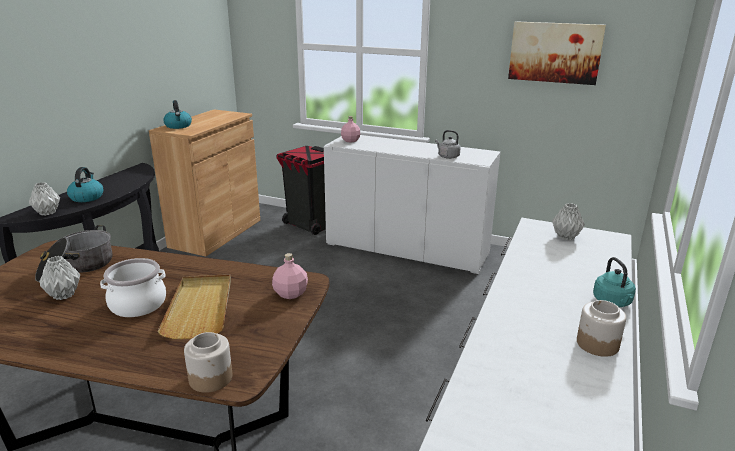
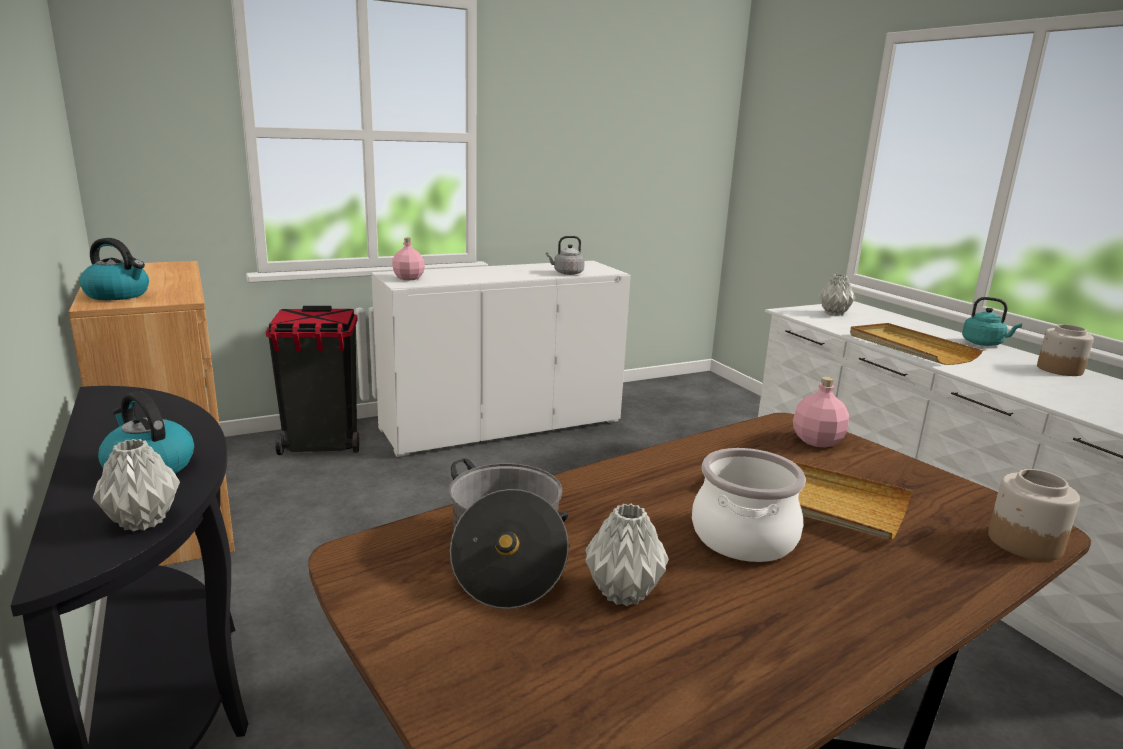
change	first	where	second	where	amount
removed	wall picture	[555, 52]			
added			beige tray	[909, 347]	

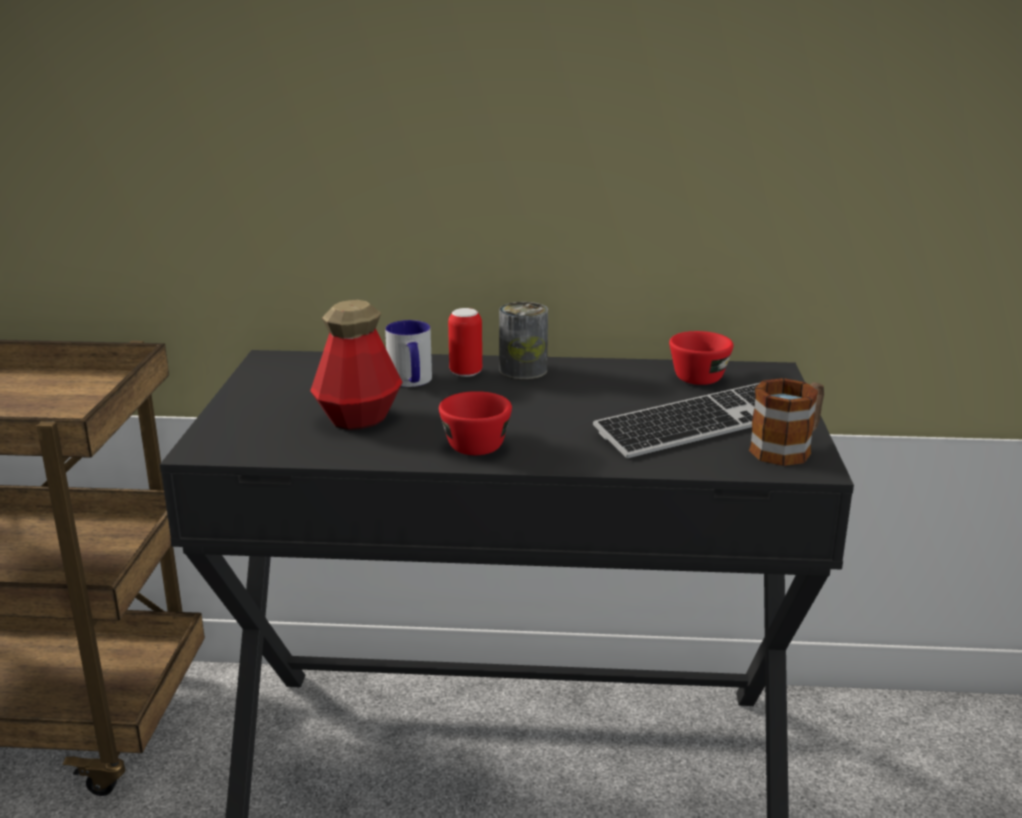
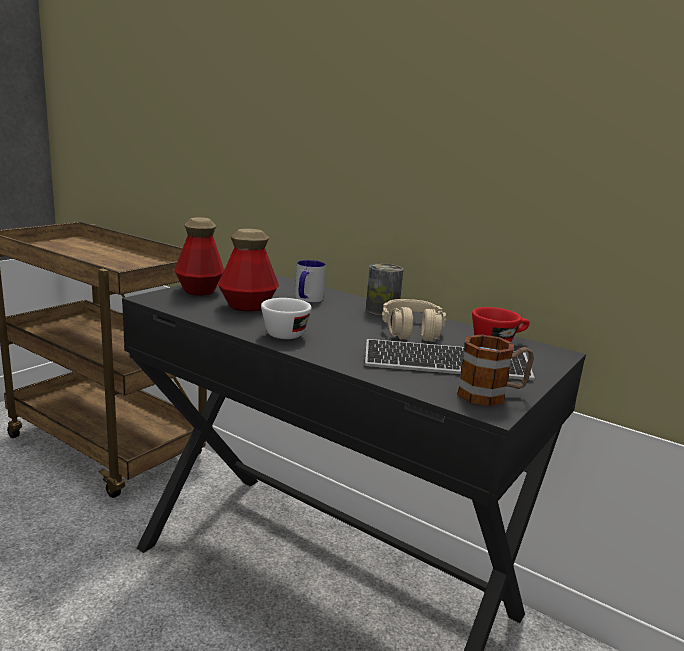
change	first	where	second	where	amount
removed	metal can	[465, 373]			
added			bottle	[199, 290]	
added			beige headset	[412, 331]	
recoloured	red-coloured drinking cup	[474, 442]	white-coloured drinking cup	[288, 333]	

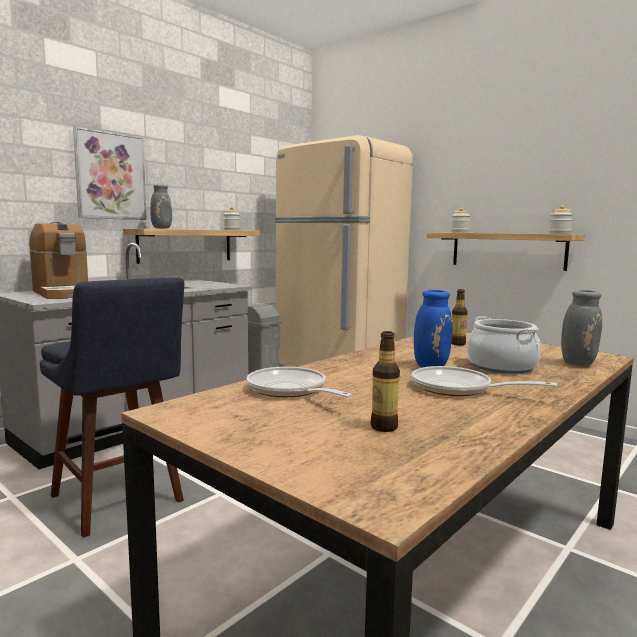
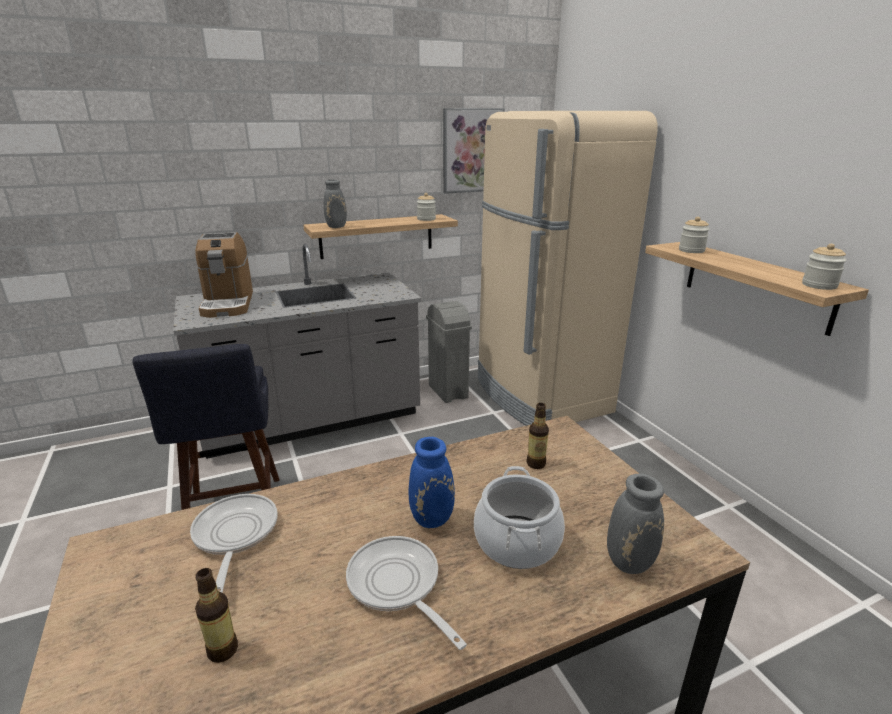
change	first	where	second	where	amount
moved	wall picture	[110, 176]		[472, 151]	

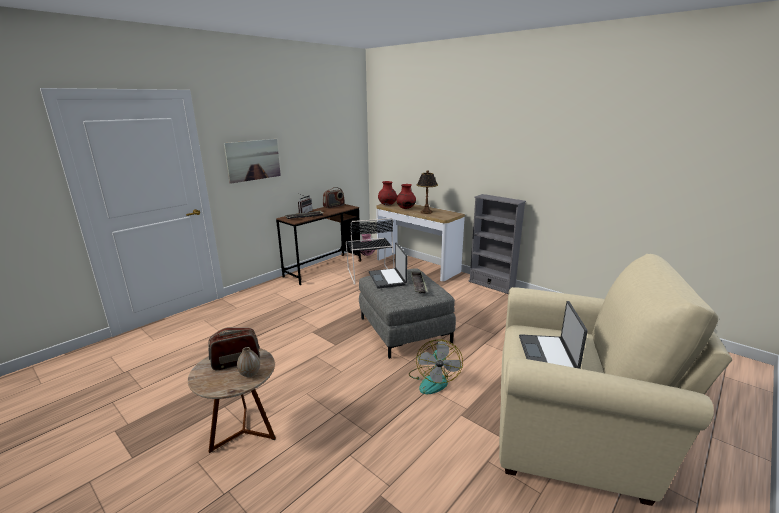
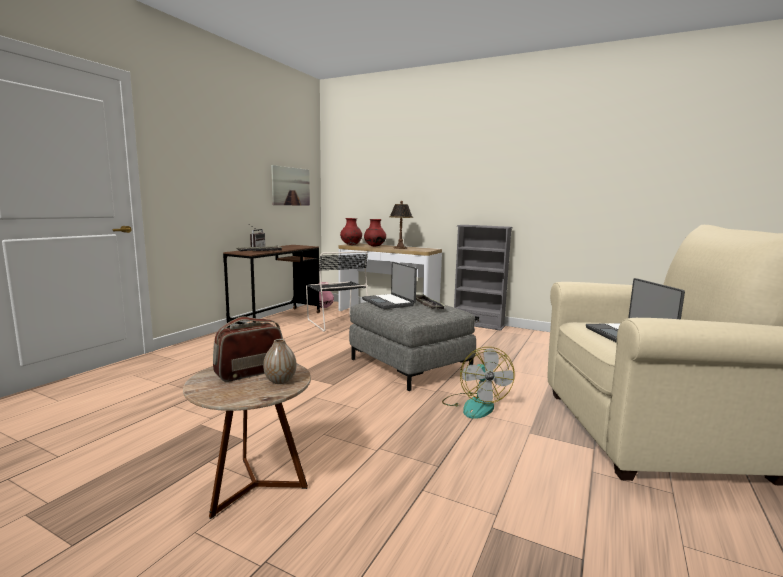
change	first	where	second	where	amount
removed	radio receiver	[334, 206]			
moved	wall picture	[253, 160]		[290, 186]	

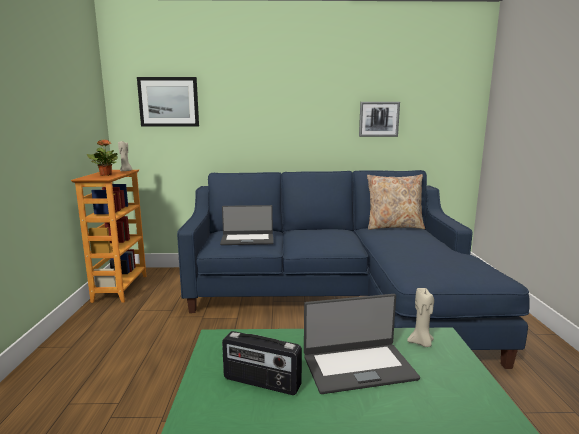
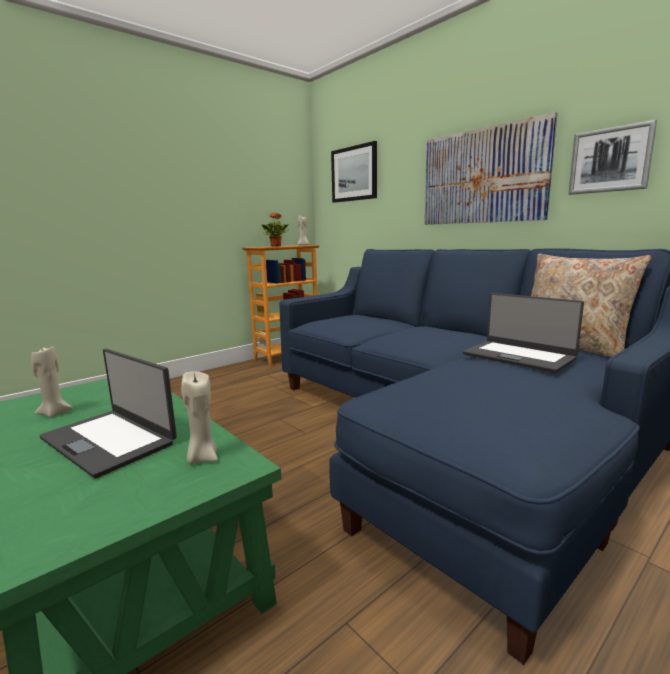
change	first	where	second	where	amount
added			wall picture	[482, 176]	
moved	portable computer	[247, 239]		[518, 356]	
replaced	radio receiver	[261, 383]	beige candle	[55, 413]	

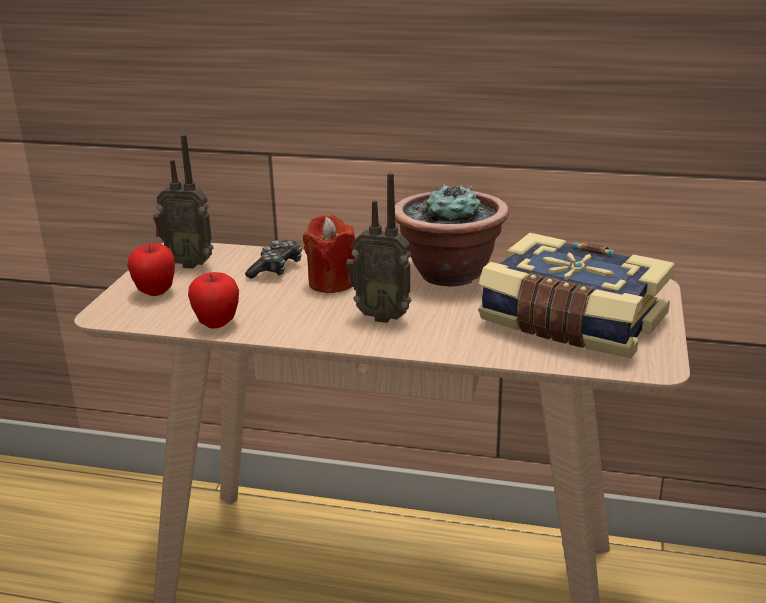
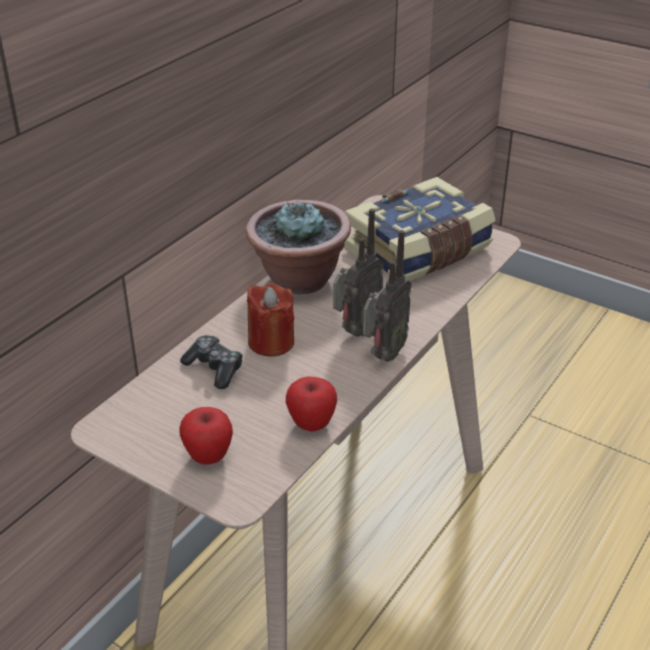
change	first	where	second	where	amount
moved	radio receiver	[189, 263]		[383, 355]	

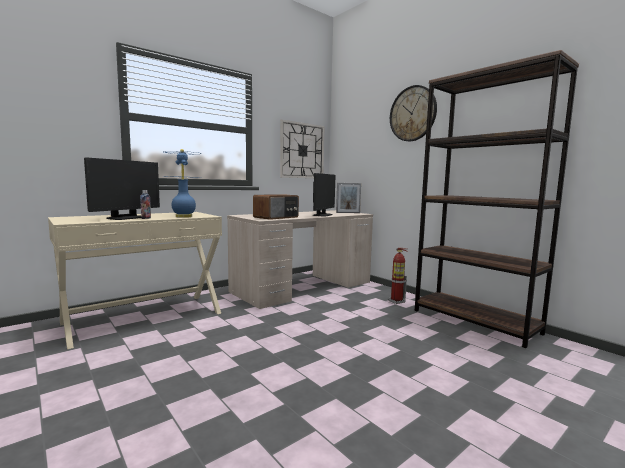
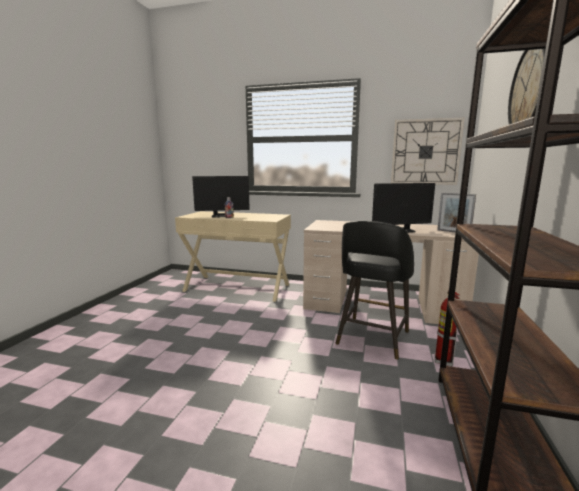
change	first	where	second	where	amount
removed	blue table lamp	[184, 216]			
removed	radio receiver	[276, 217]			
added			blackish stool	[372, 339]	

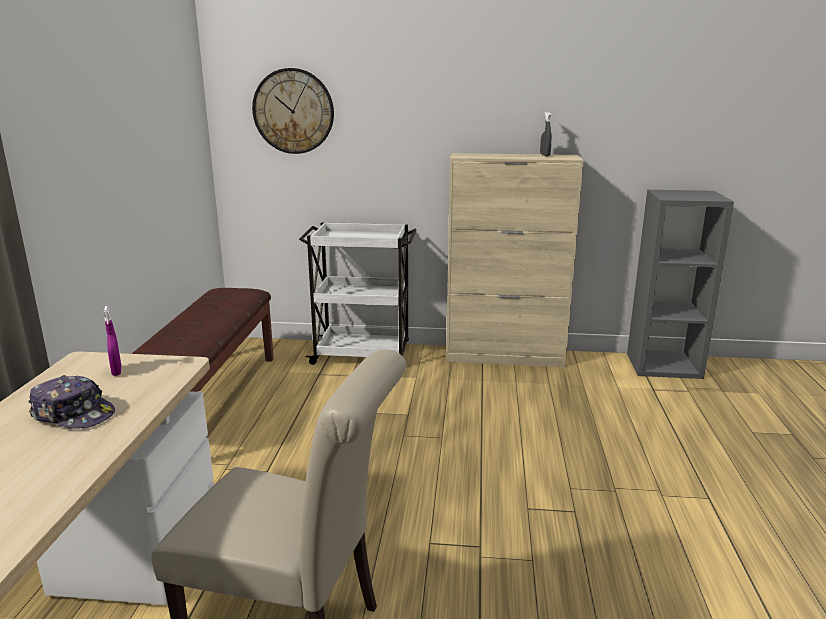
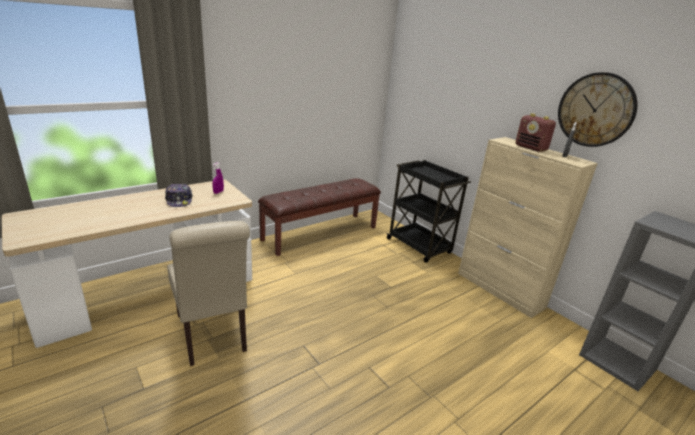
change	first	where	second	where	amount
added			radio receiver	[531, 148]	
moved	clock on the wall	[293, 111]		[595, 110]	
recoloured	white-coloured wheeled cart	[363, 354]	blackish wheeled cart	[419, 246]	

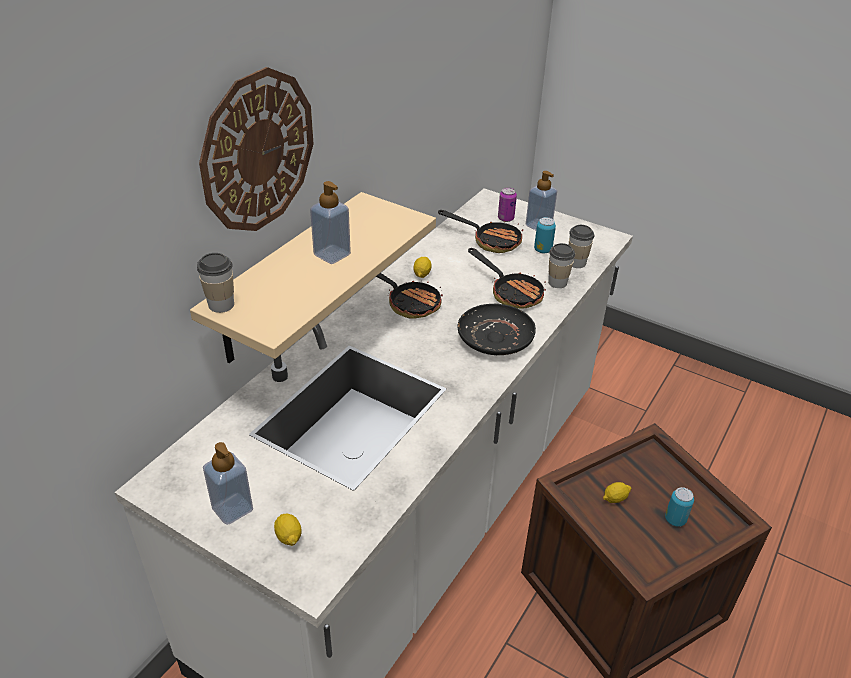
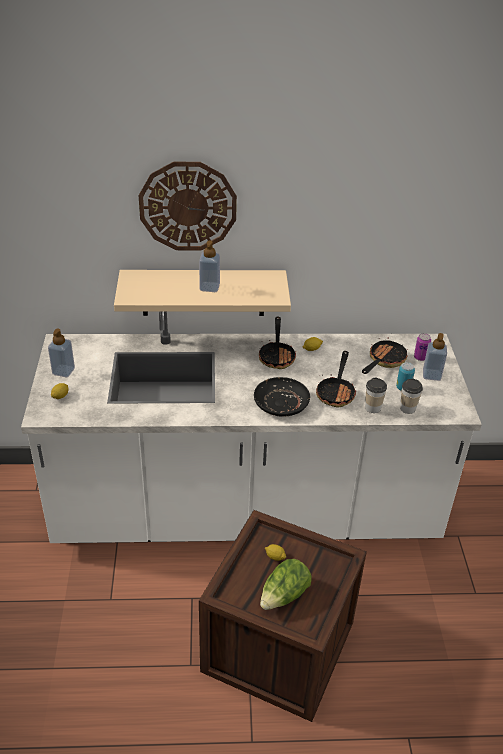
change	first	where	second	where	amount
removed	drinking cup	[221, 305]			
replaced	metal can	[675, 519]	lettuce	[284, 595]	
turned	frying pan	[490, 240]		[384, 361]	135 degrees counterclockwise

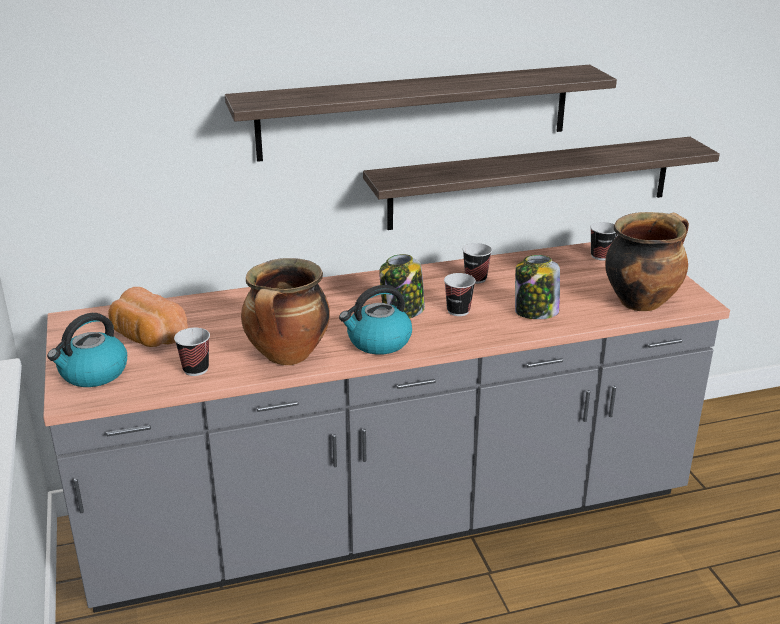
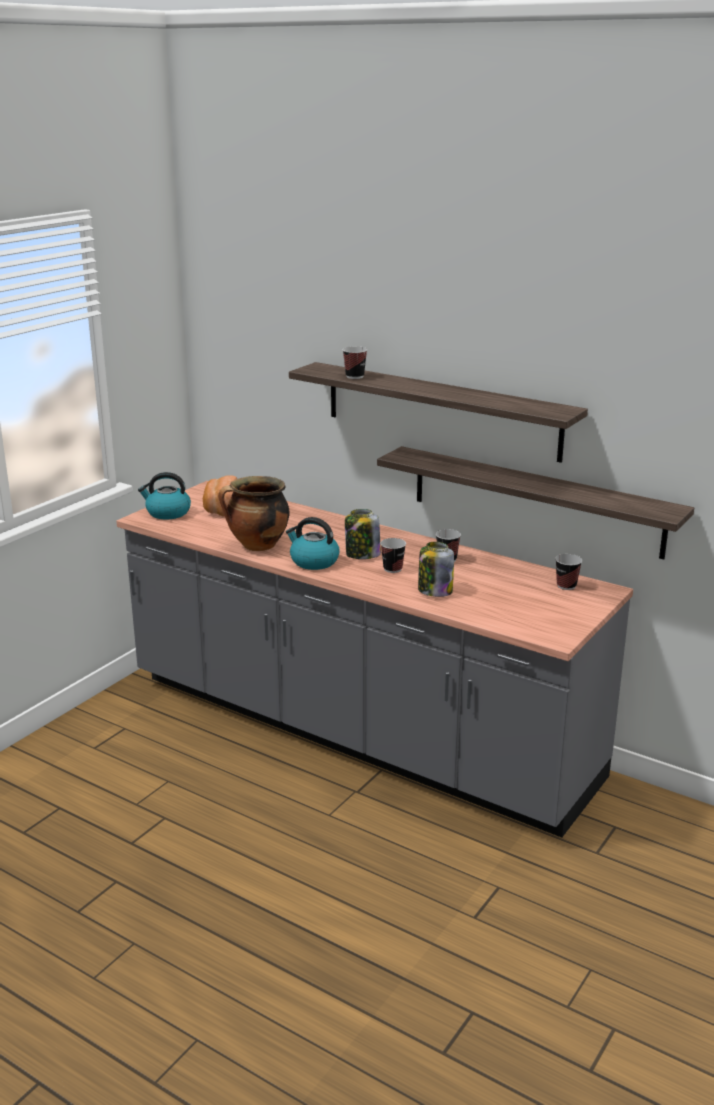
change	first	where	second	where	amount
removed	saucepot	[641, 301]			
moved	drinking cup	[195, 369]		[354, 376]	

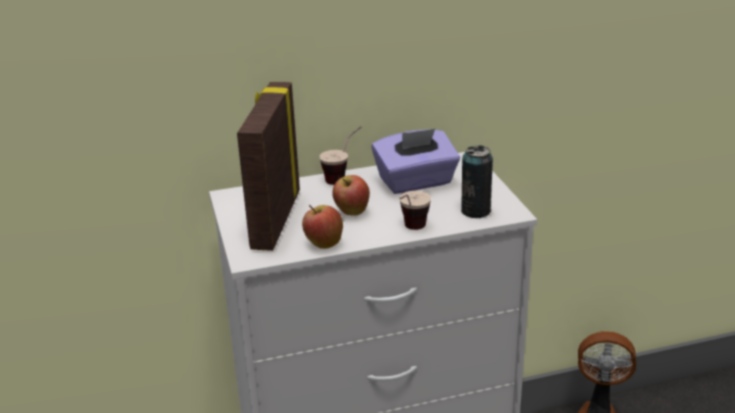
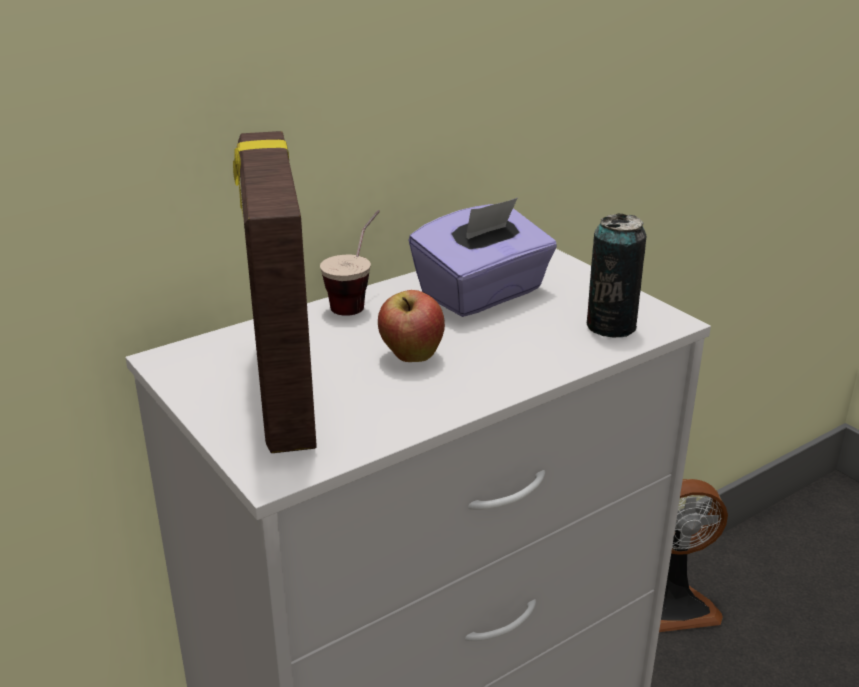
change	first	where	second	where	amount
removed	apple fruit	[323, 244]			
removed	drinking cup	[410, 231]			

